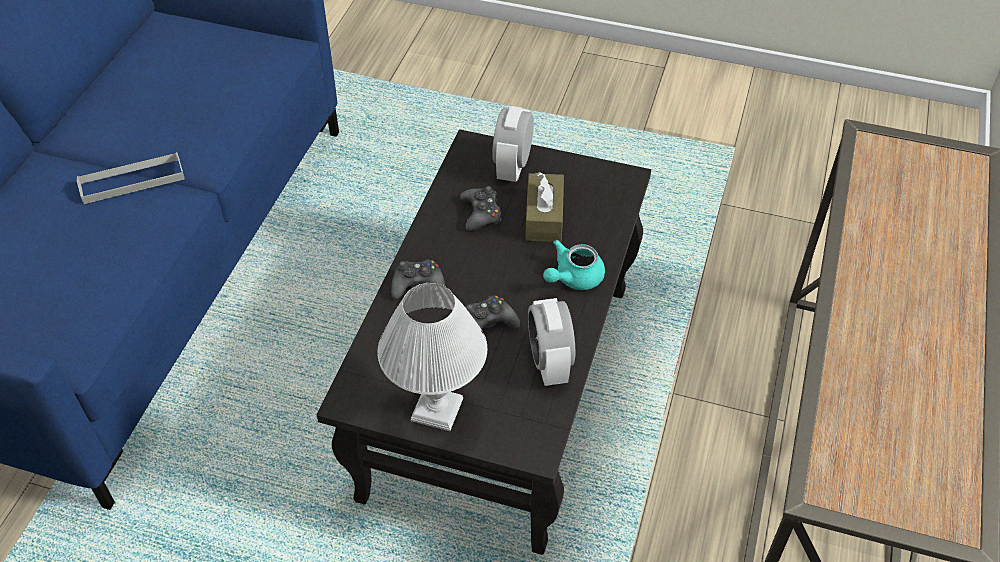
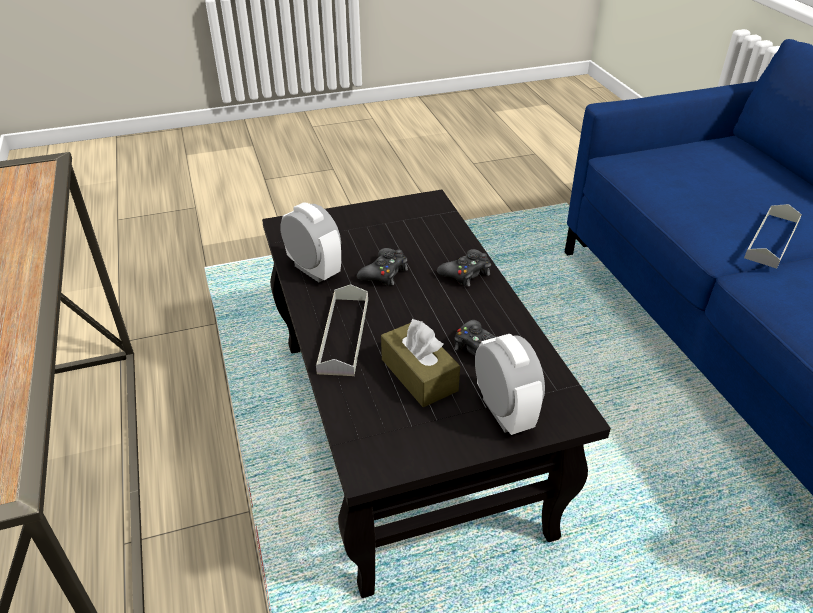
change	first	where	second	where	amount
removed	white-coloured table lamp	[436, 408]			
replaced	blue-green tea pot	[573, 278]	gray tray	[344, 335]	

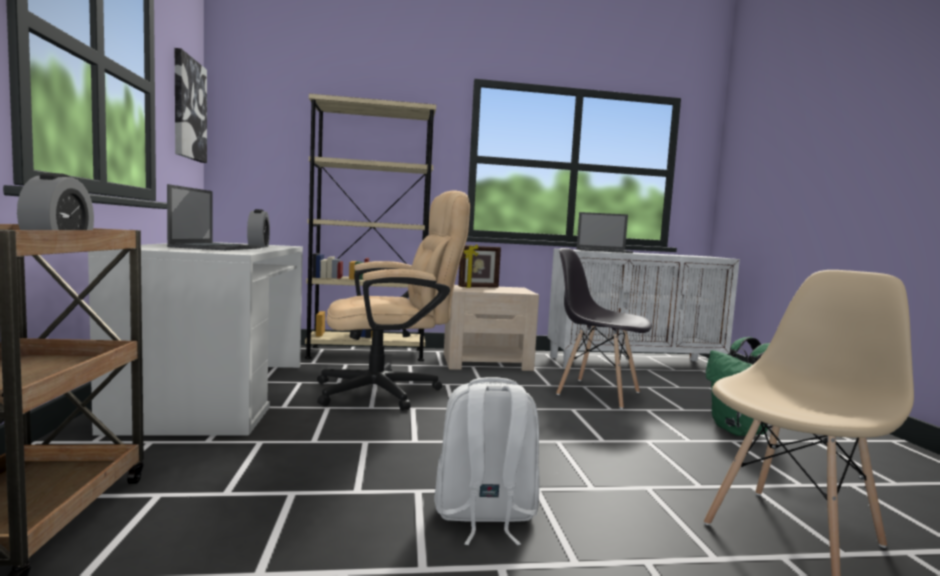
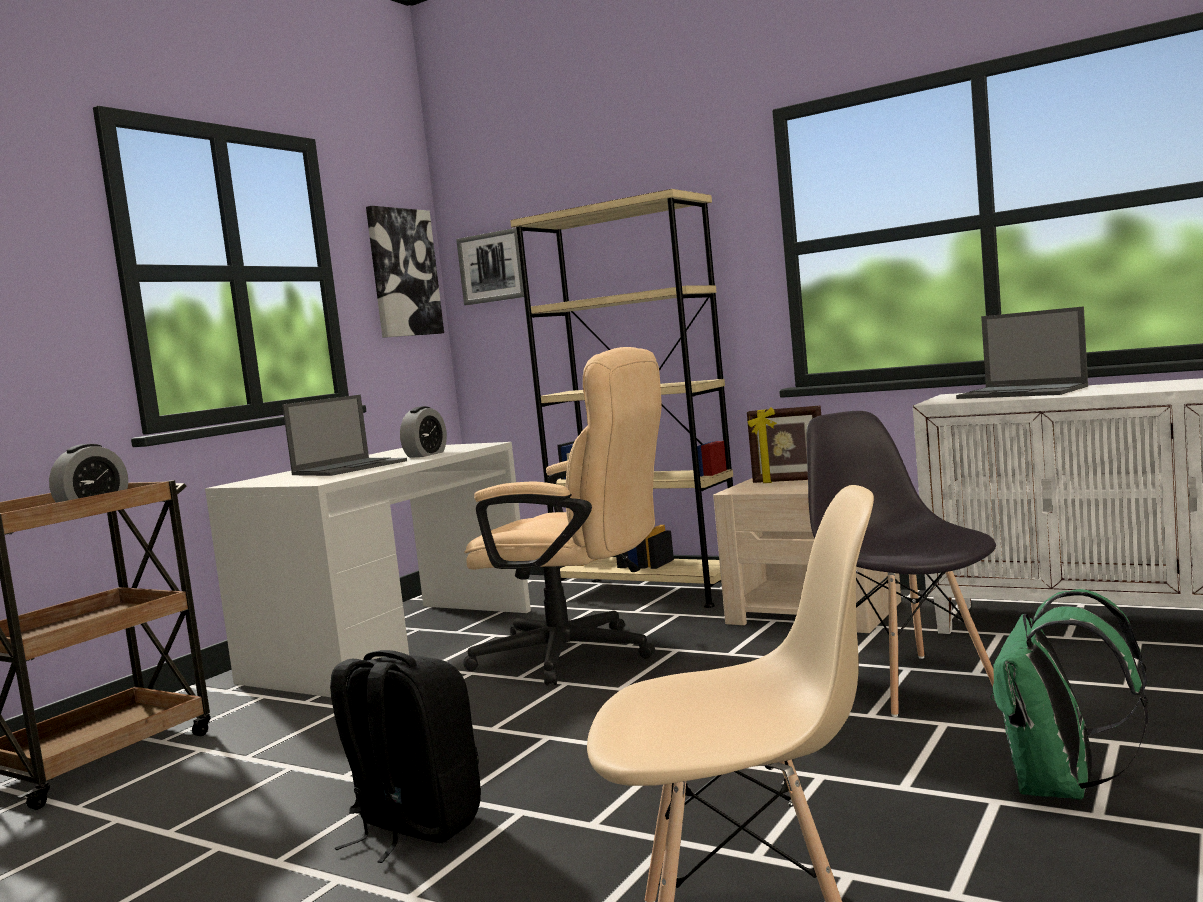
change	first	where	second	where	amount
added			wall picture	[493, 267]	
recoloured	white-coloured backpack	[484, 515]	blackish backpack	[413, 827]	

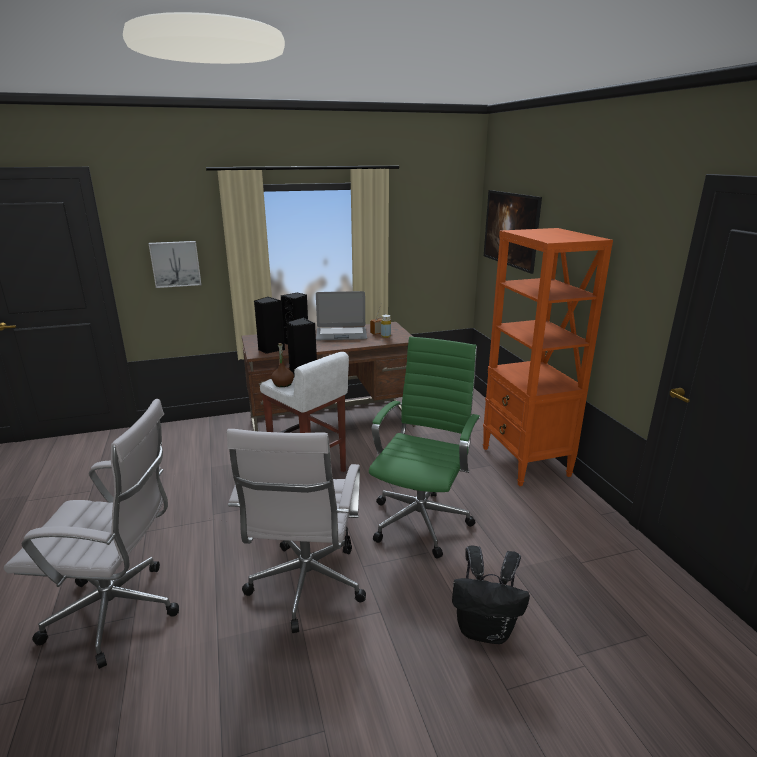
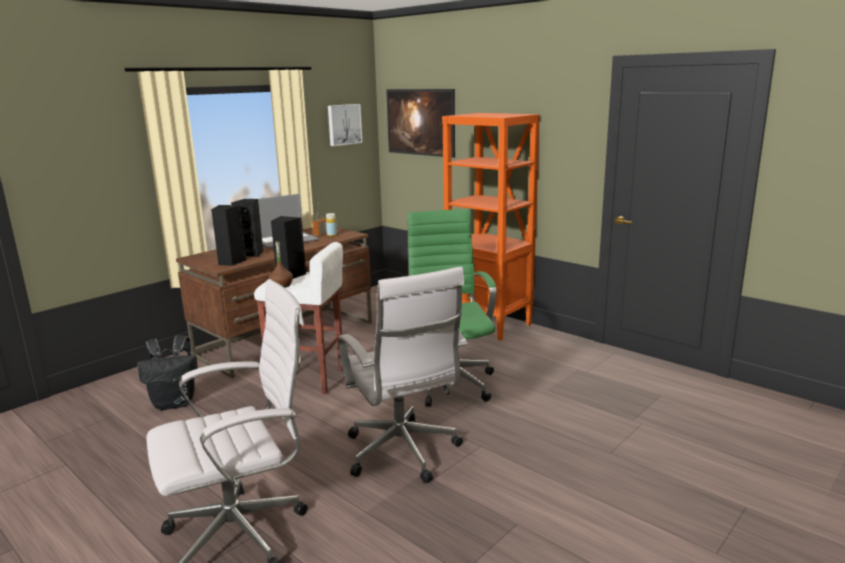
change	first	where	second	where	amount
moved	wall picture	[175, 264]		[344, 124]	
moved	blackish backpack	[485, 629]		[175, 403]	

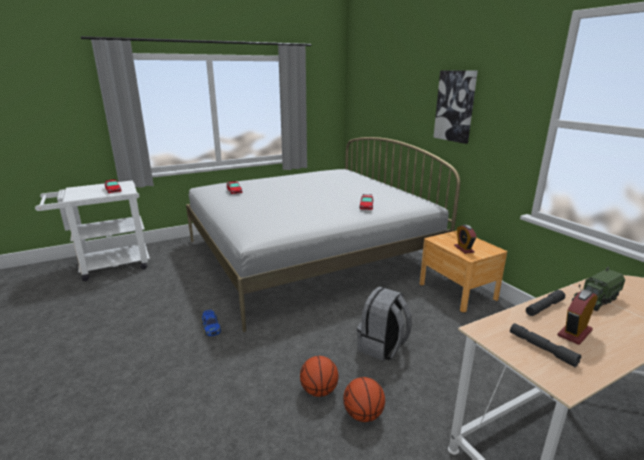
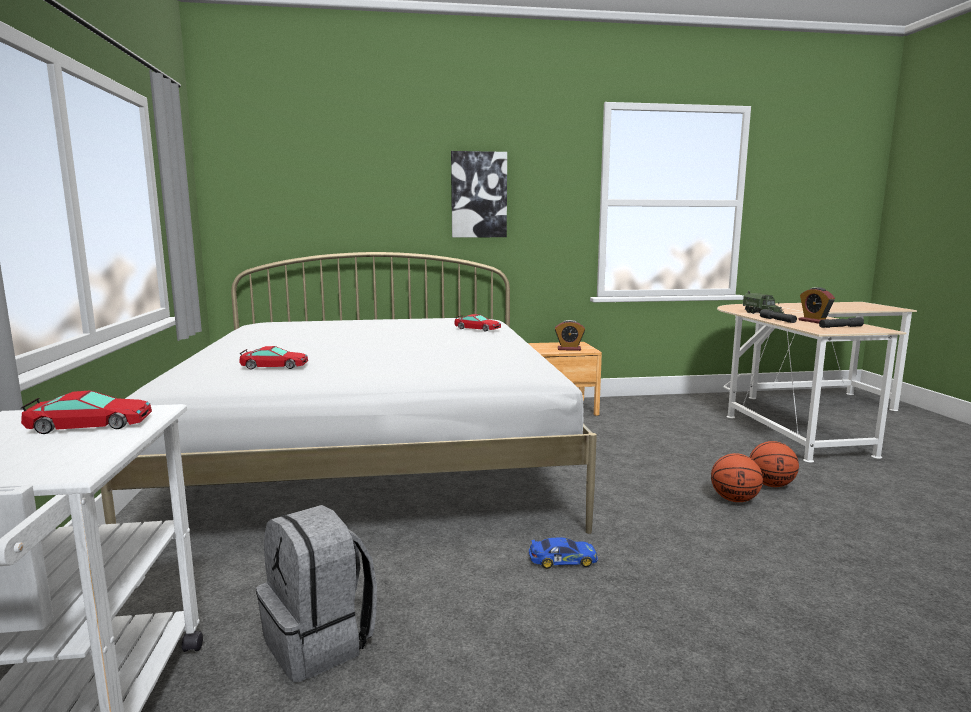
change	first	where	second	where	amount
moved	gray backpack	[382, 347]		[320, 642]	

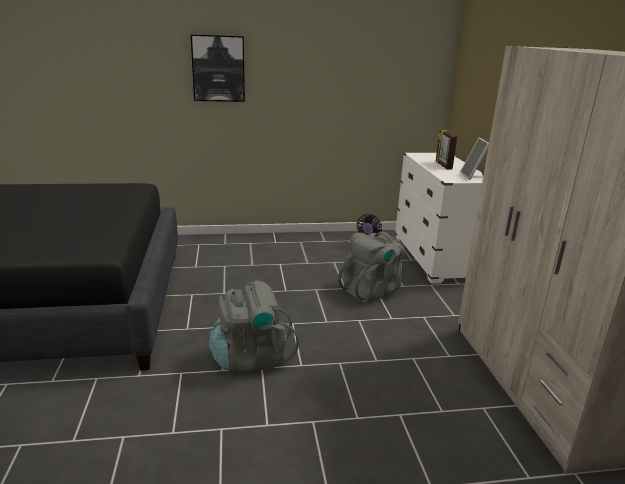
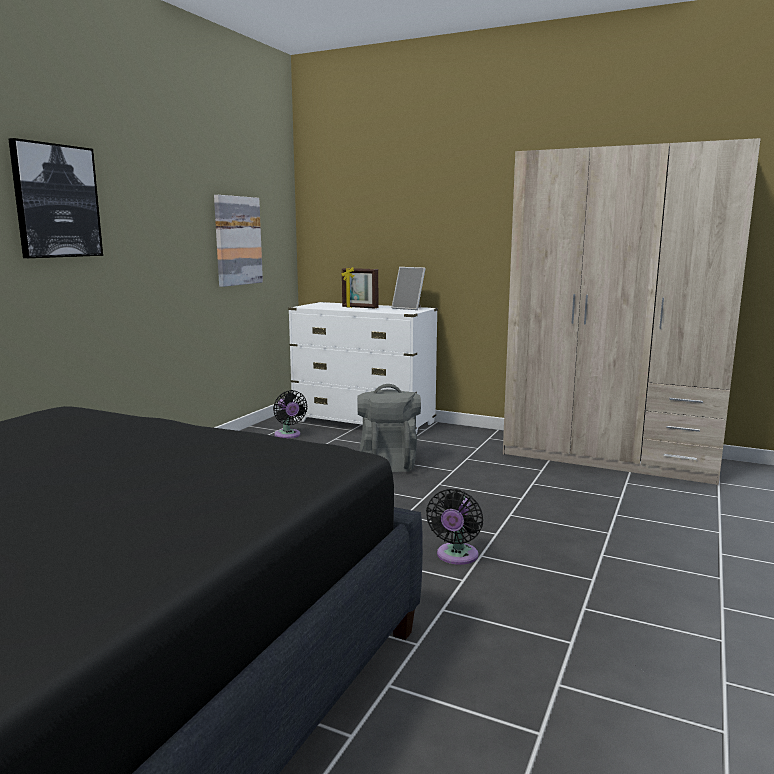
change	first	where	second	where	amount
added			wall picture	[237, 241]	
replaced	gray backpack	[251, 359]	blackish fan	[456, 556]	

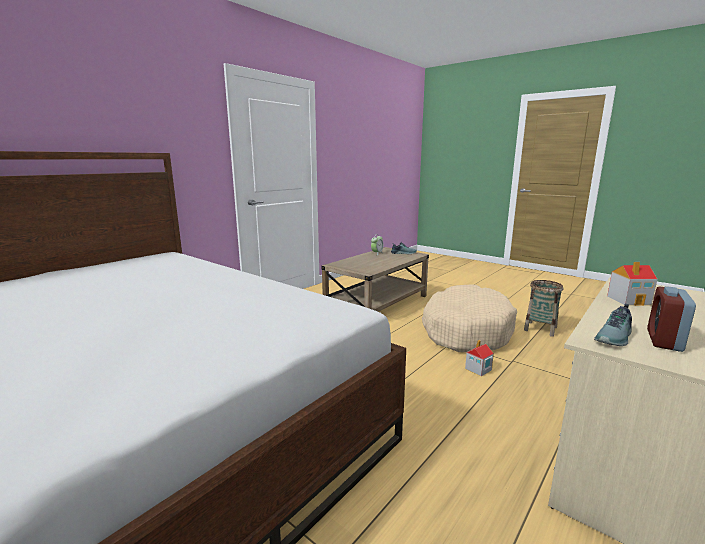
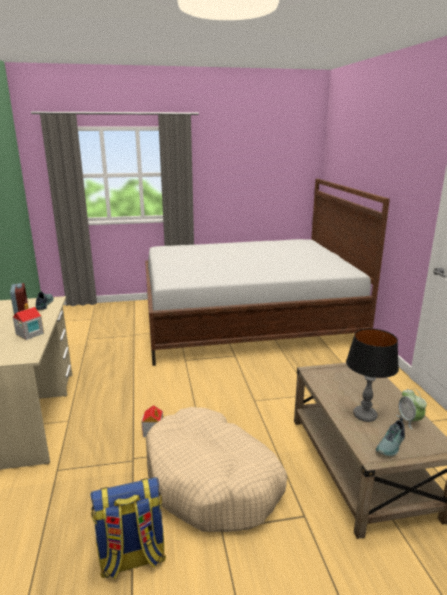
change	first	where	second	where	amount
added			table lamp	[364, 415]	
replaced	basket	[540, 329]	backpack	[132, 558]	

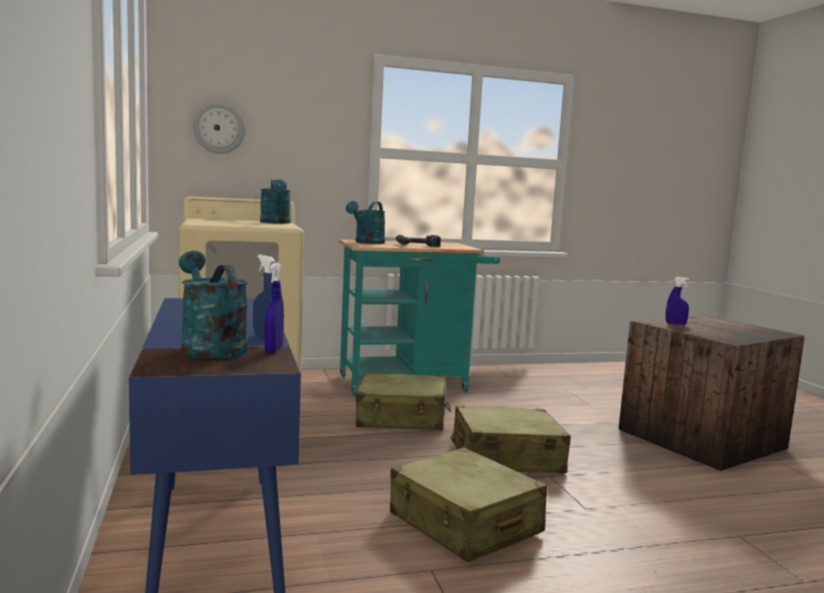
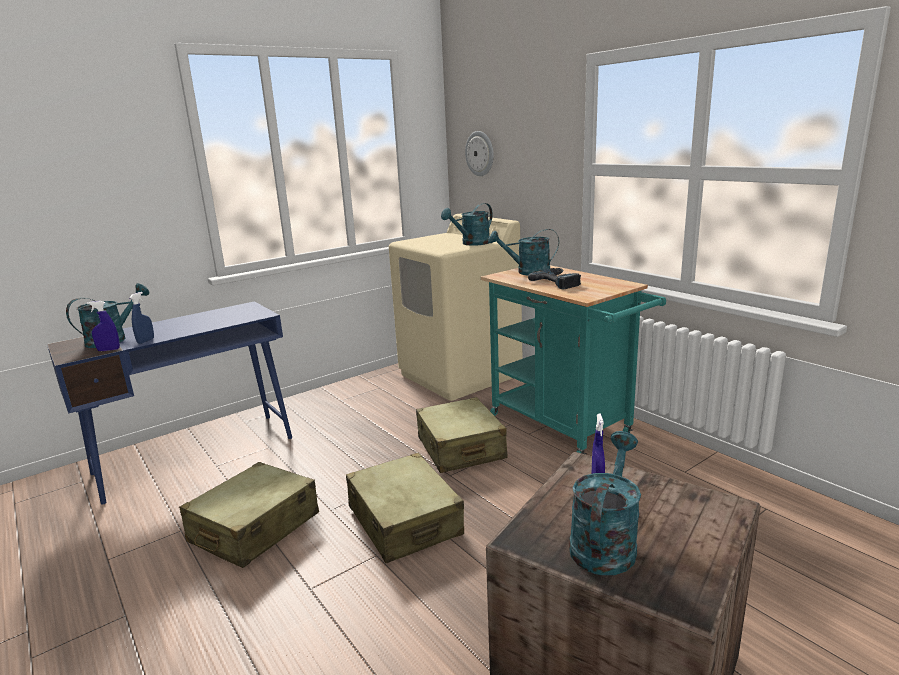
change	first	where	second	where	amount
added			blue-green watering can	[605, 542]	

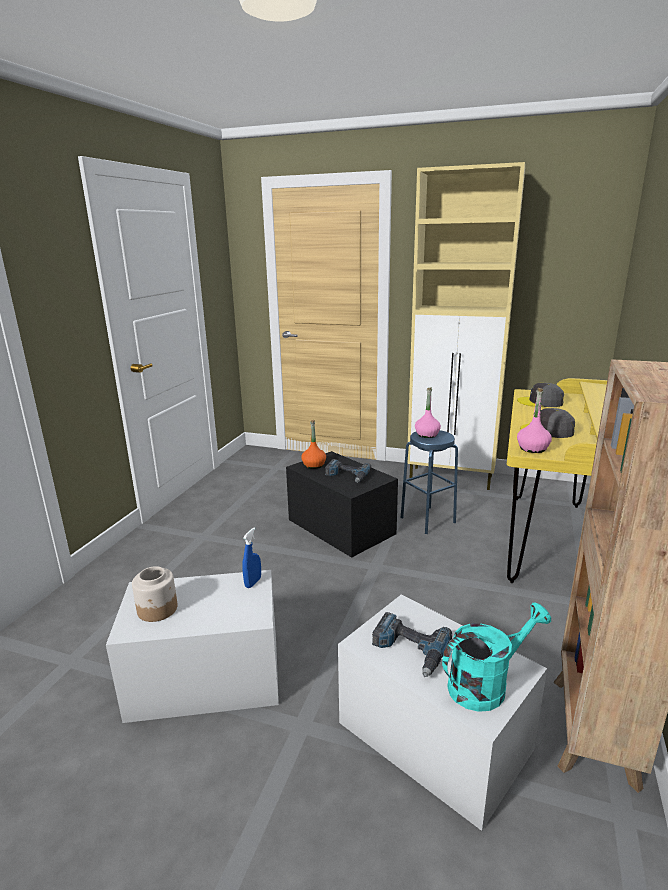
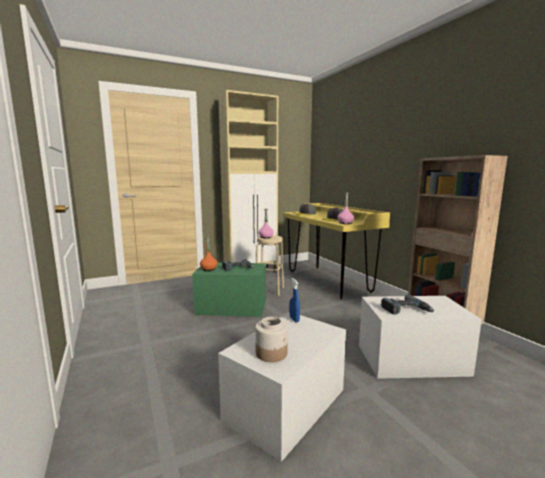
change	first	where	second	where	amount
removed	blue-green watering can	[486, 684]			
recoloured	blackish storage container	[341, 527]	green-coloured storage container	[232, 307]	
recoloured	blue stool	[427, 520]	beige stool	[269, 290]	

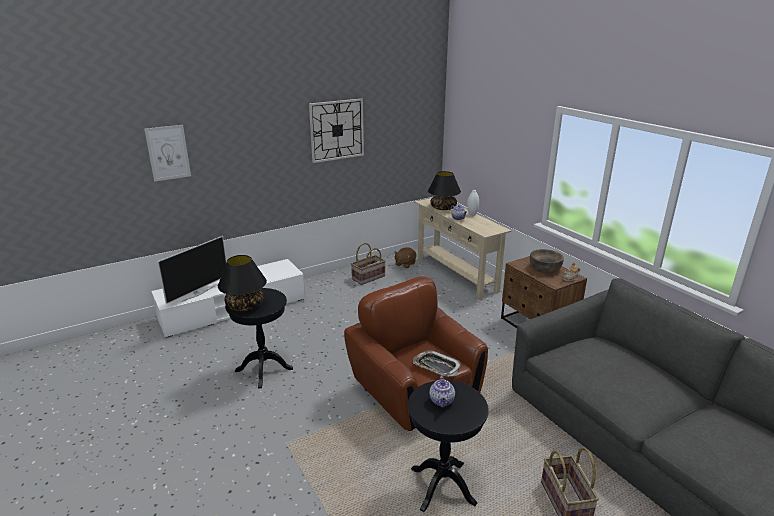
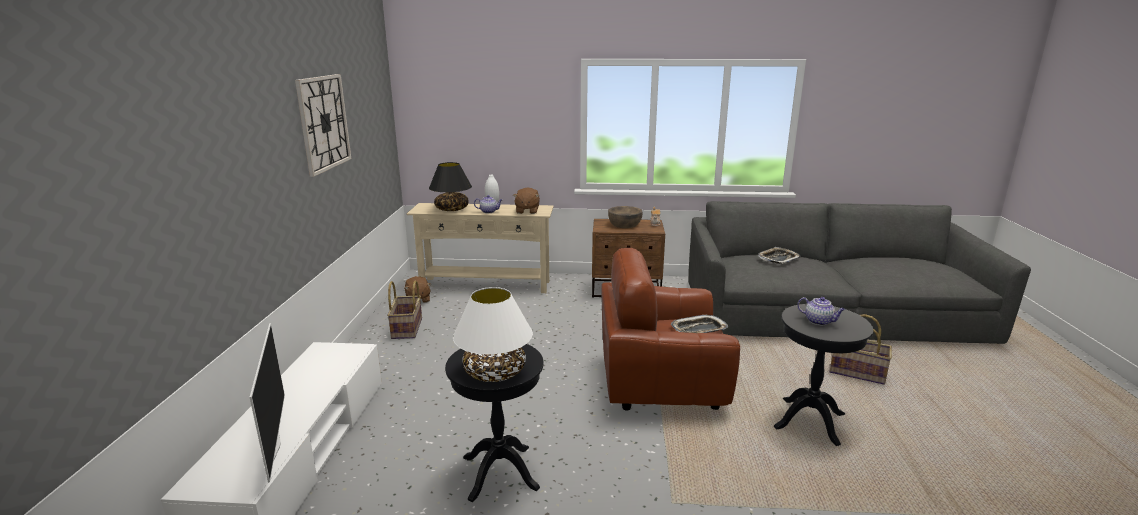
change	first	where	second	where	amount
removed	wall picture	[168, 153]			
added			brownish soft toy	[527, 211]	
added			tray	[778, 259]	
recoloured	blackish table lamp	[245, 306]	white-coloured table lamp	[495, 372]	

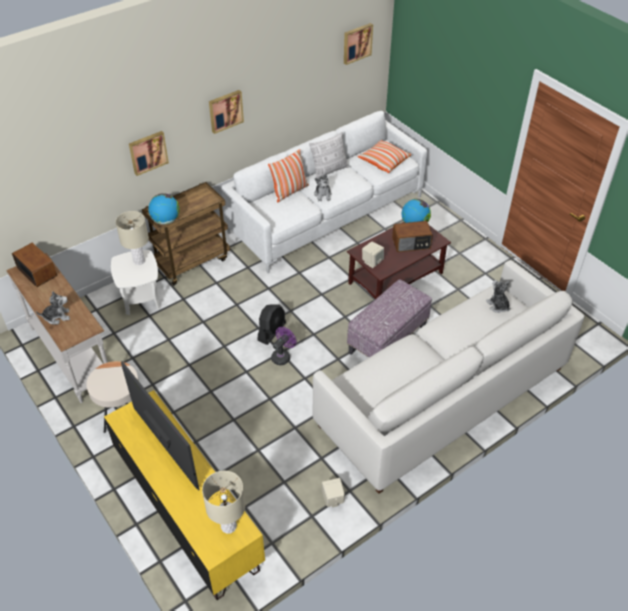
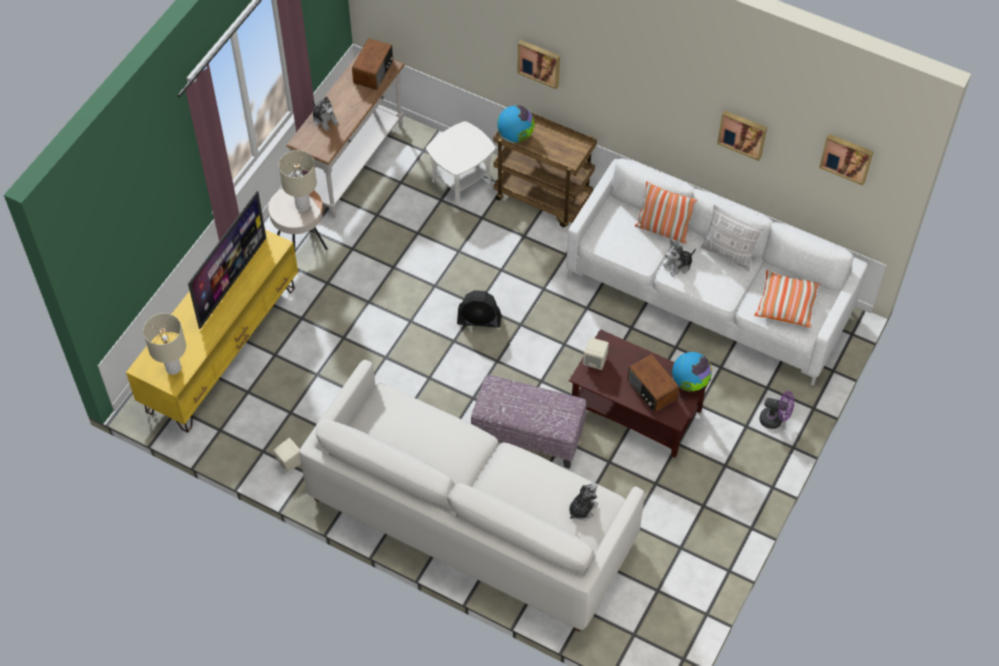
change	first	where	second	where	amount
moved	beige table lamp	[139, 261]		[303, 205]	
moved	wall picture	[225, 111]		[743, 133]	
moved	purple-coloured fan	[282, 356]		[775, 420]	

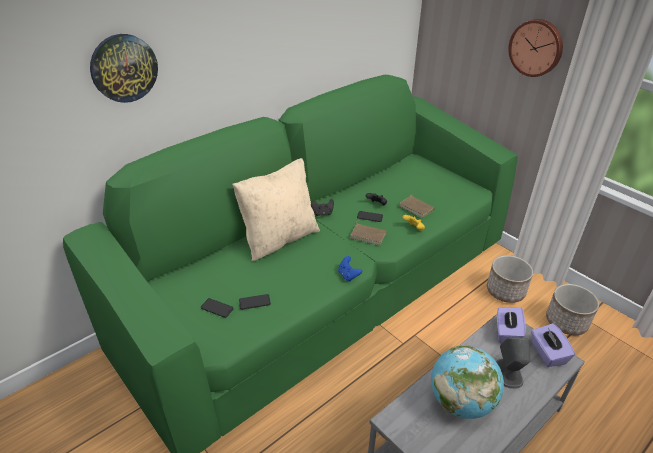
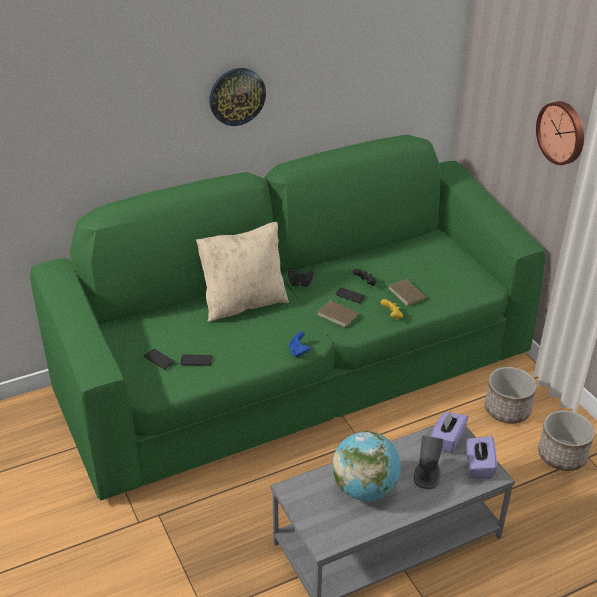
change	first	where	second	where	amount
moved	clock on the wall	[124, 68]		[237, 96]	

